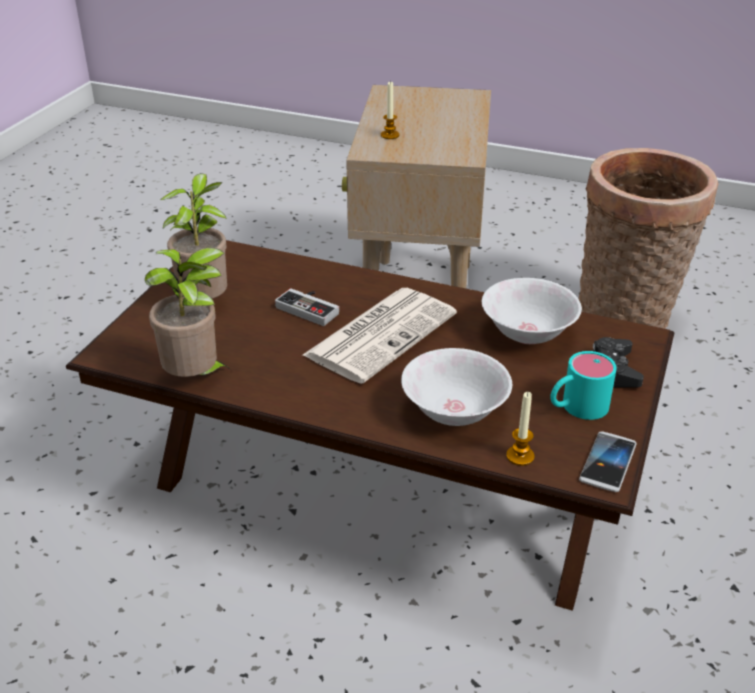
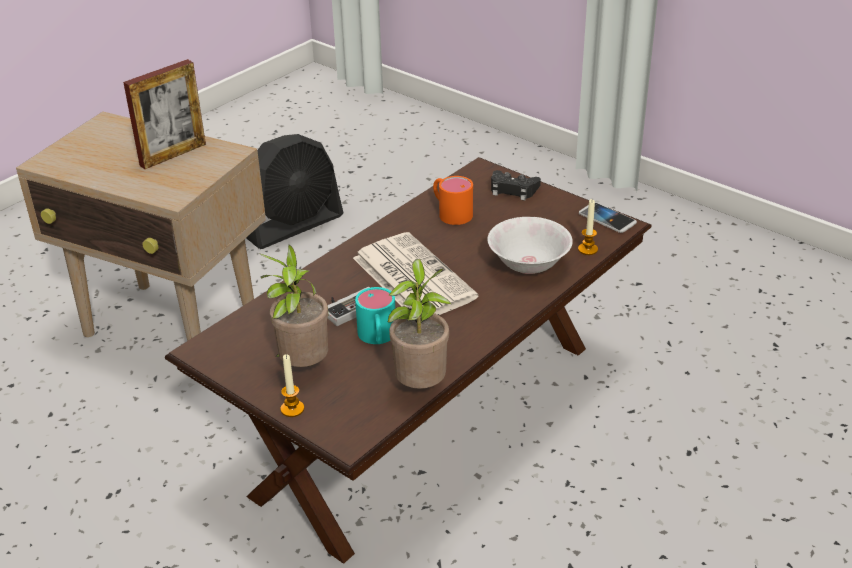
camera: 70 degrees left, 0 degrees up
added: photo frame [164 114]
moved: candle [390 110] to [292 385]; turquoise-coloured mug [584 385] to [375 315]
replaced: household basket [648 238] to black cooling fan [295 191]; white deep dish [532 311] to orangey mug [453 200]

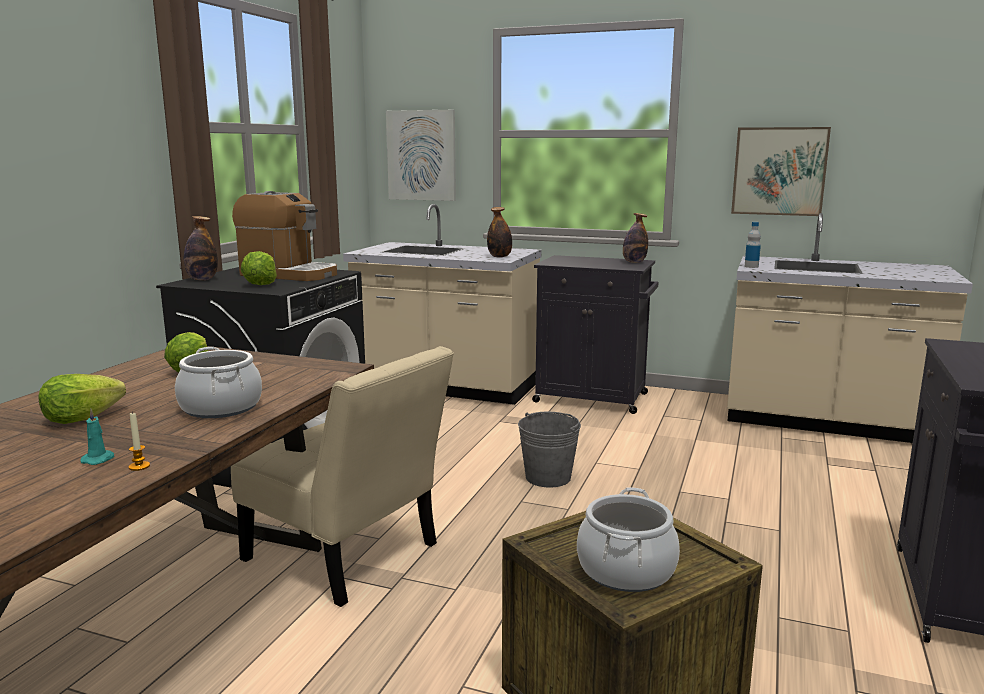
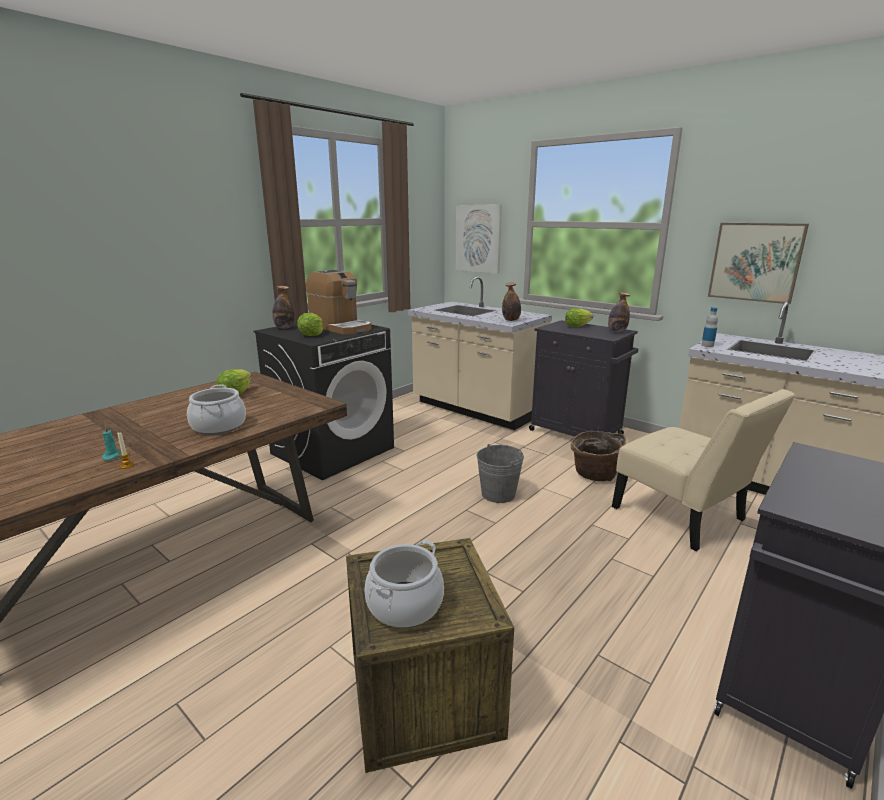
camera: 20 degrees right, 5 degrees up
added: household basket [598 456]
moved: beige upright chair [342 476] to [704 470]; lettuce [82 399] to [579 317]

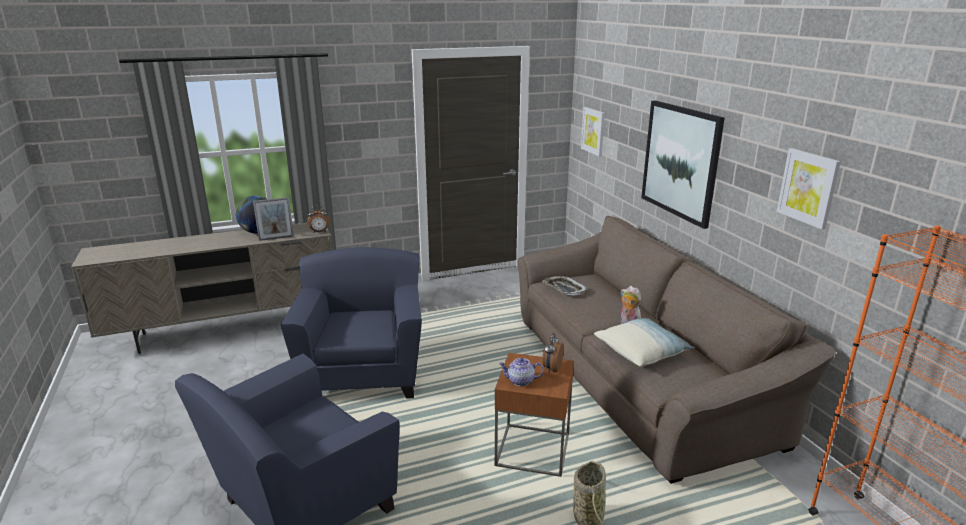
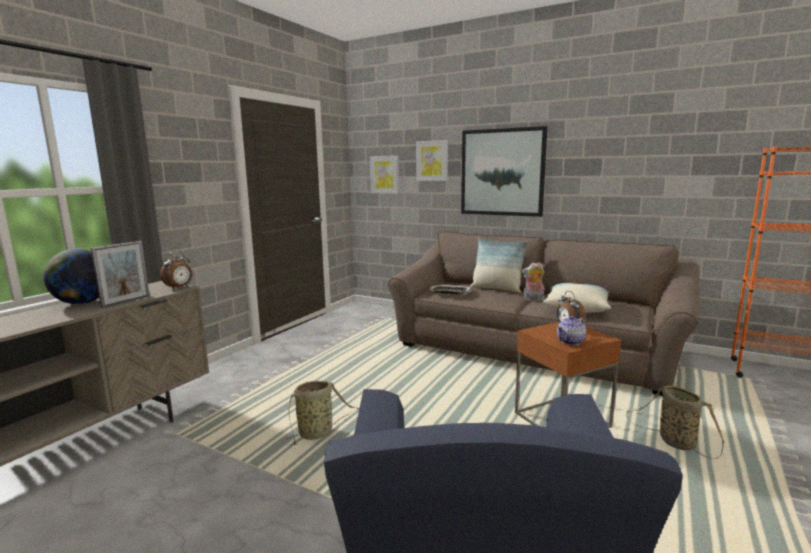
camera: 40 degrees left, 10 degrees down
added: pillow [498 265]
moved: picture [809 188] to [432 160]
replaced: blue-coloured lounge chair [351 323] to household basket [320 413]

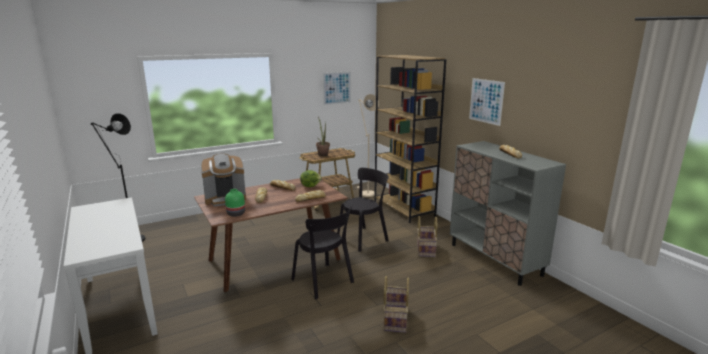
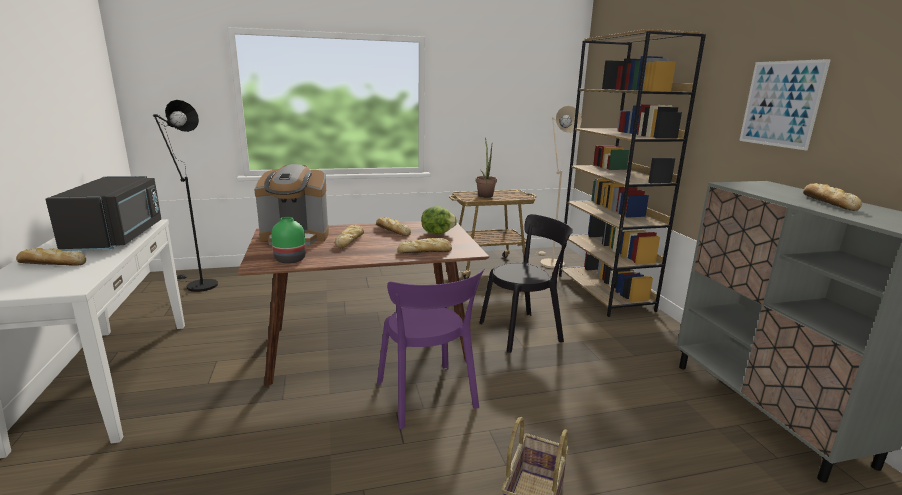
camera: 15 degrees right, 0 degrees up
removed: picture [337 88]; household basket [427 236]
added: black microwave oven [103 213]; baked bread [51 257]
recoloured: black upright chair [322 252] to purplish upright chair [431 348]

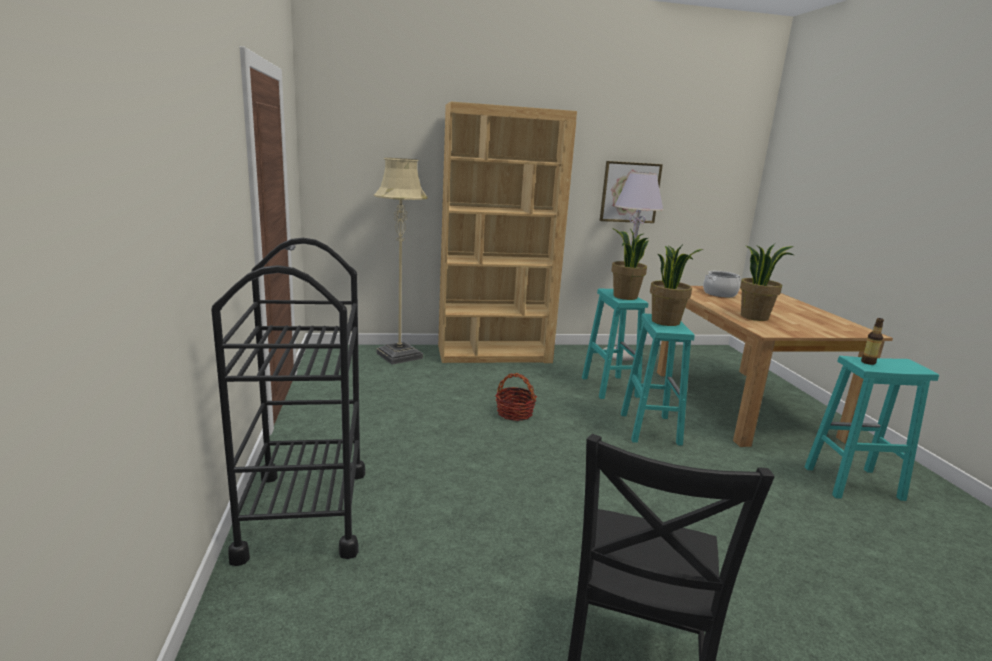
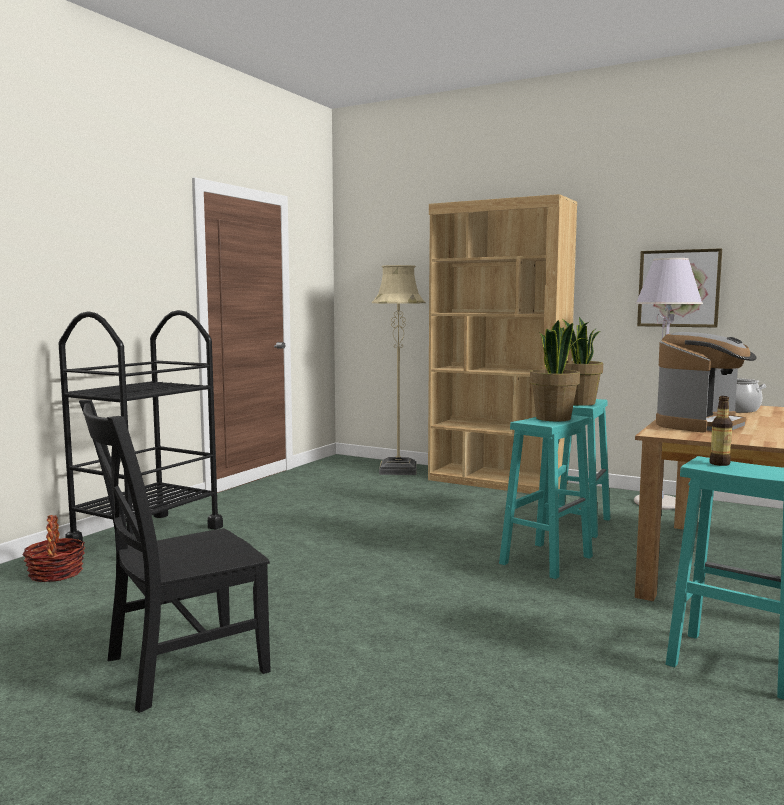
camera: 40 degrees right, 10 degrees down
moved: household basket [516 397] to [53 548]
replaced: potted plant [767 282] to coffee brewer [706 382]

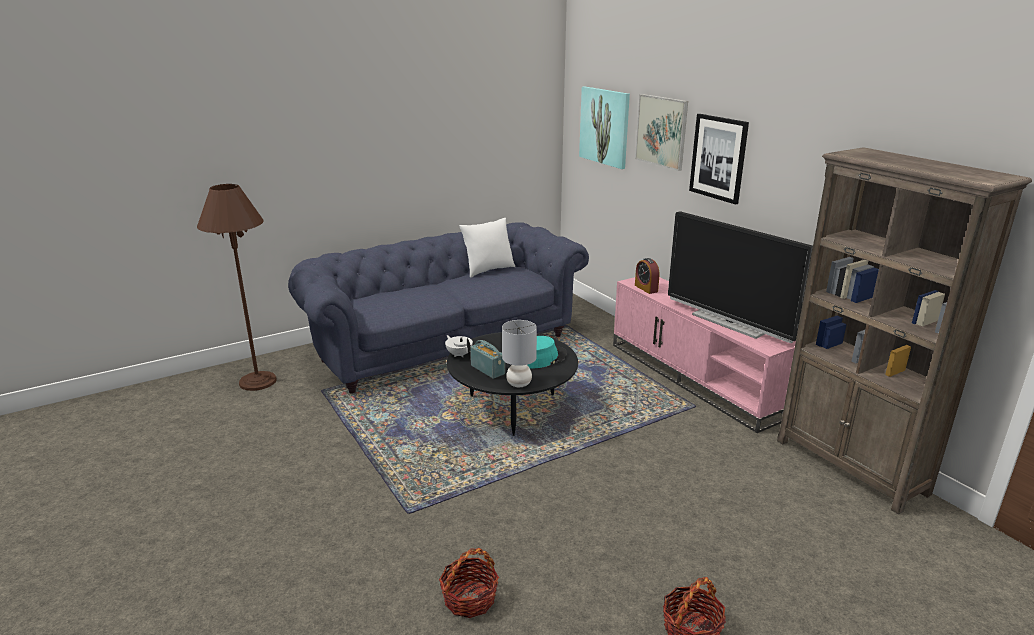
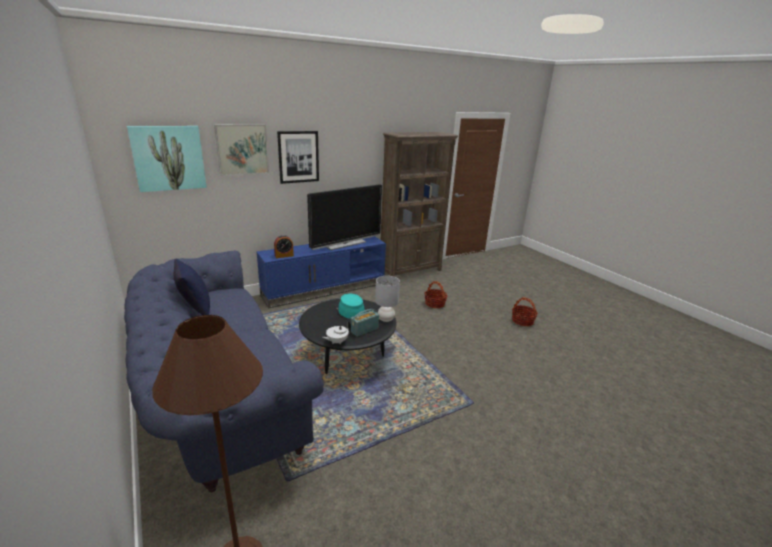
camera: 90 degrees left, 0 degrees up
moved: household basket [469 583] to [436 294]
recoloured: white pillow [487 248] to blue-coloured pillow [192 287]; pinkish tv unit [704 355] to blue-coloured tv unit [321 272]

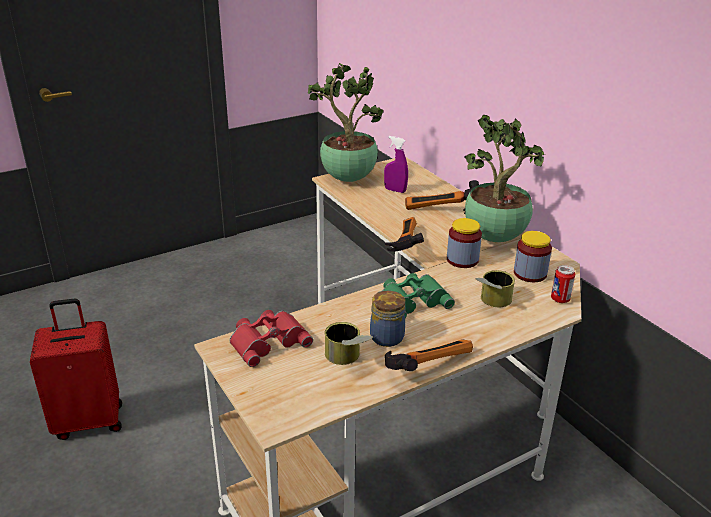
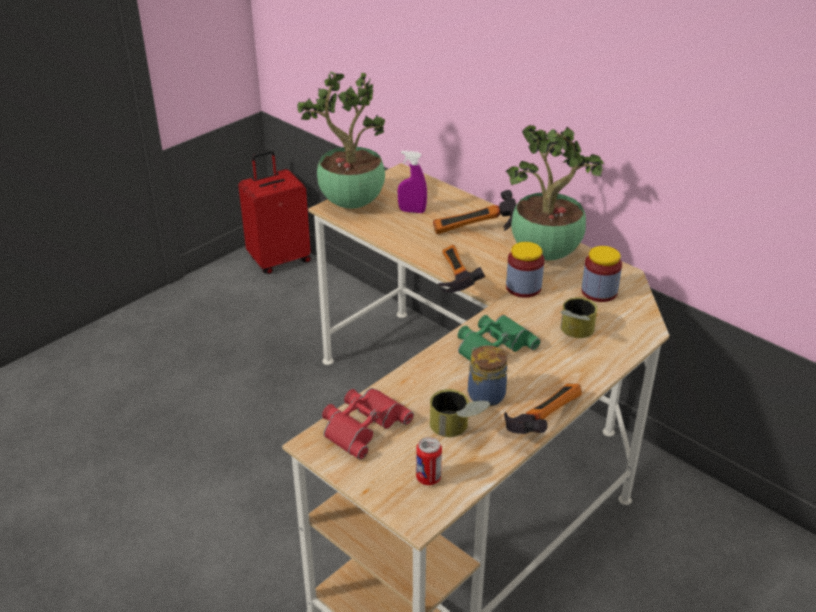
camera: 15 degrees left, 5 degrees up
moved: can [563 284] to [429 461]; red-coloured suitcase [76 369] to [274 212]

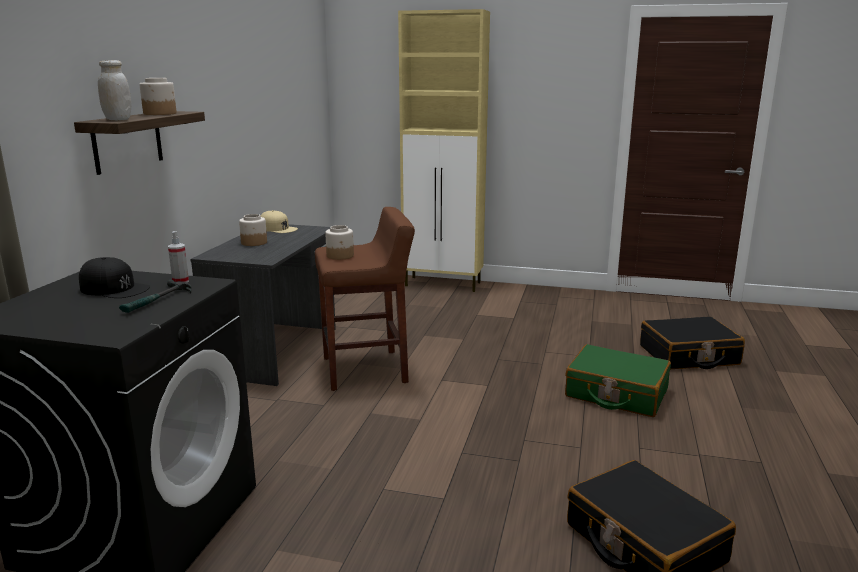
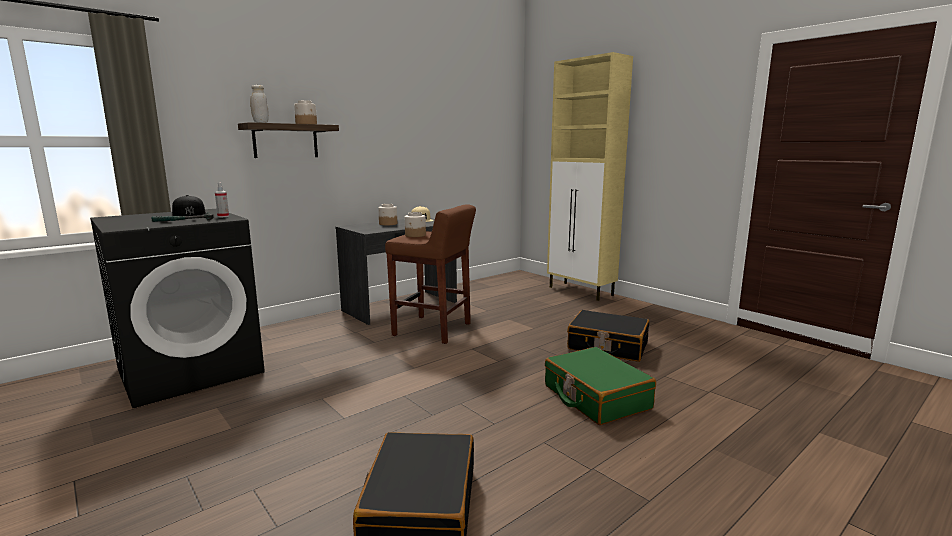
camera: 35 degrees right, 5 degrees down
moved: black suitcase [692 343] to [608 336]

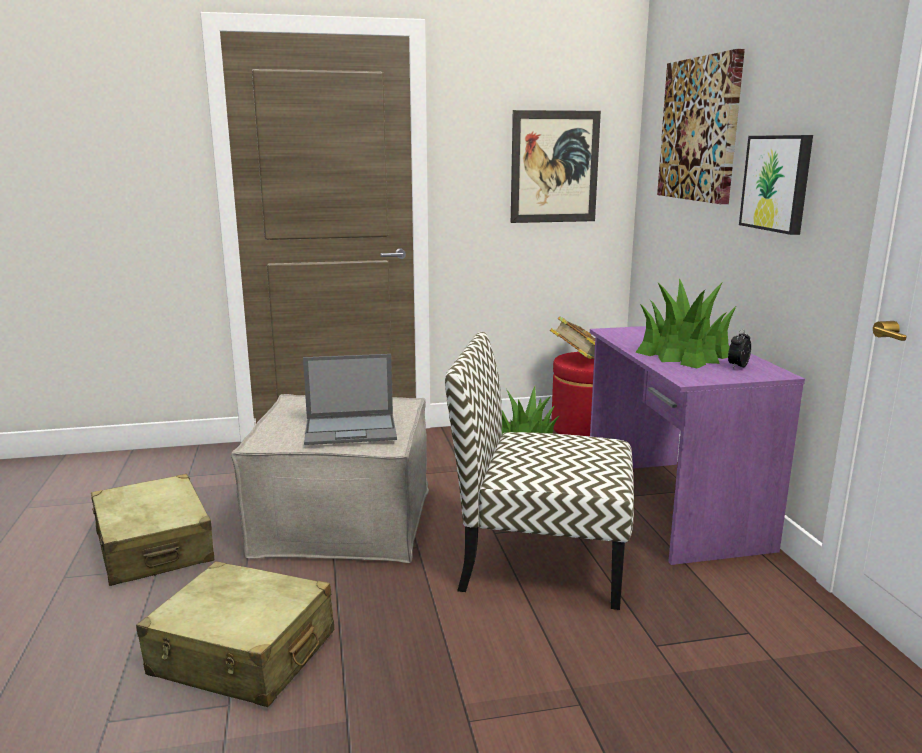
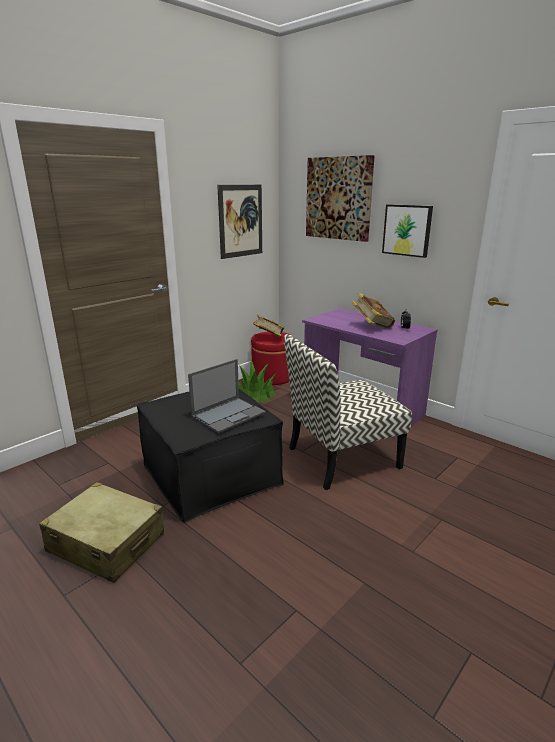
camera: 35 degrees left, 5 degrees up
removed: beige suitcase [235 634]
replaced: potted plant [686 323] to volume [373 310]
recoloured: beige footrest [330 478] to black footrest [210 455]

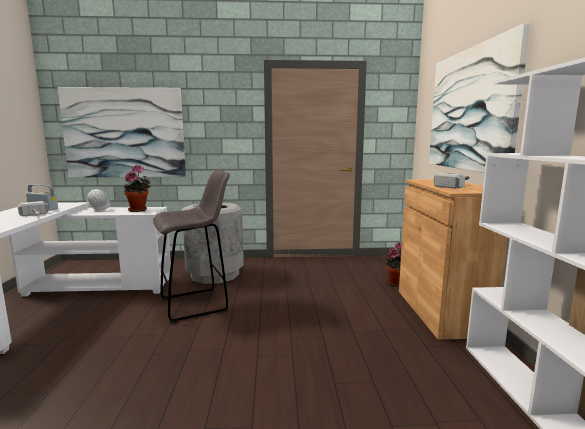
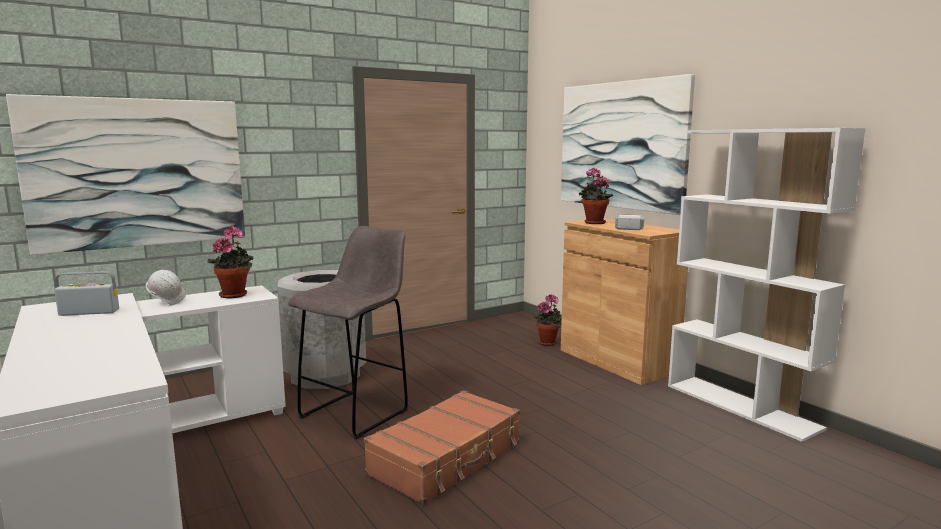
camera: 30 degrees left, 0 degrees up
removed: hand hammer [32 208]
added: potted plant [596 196]; brownish suitcase [442 447]

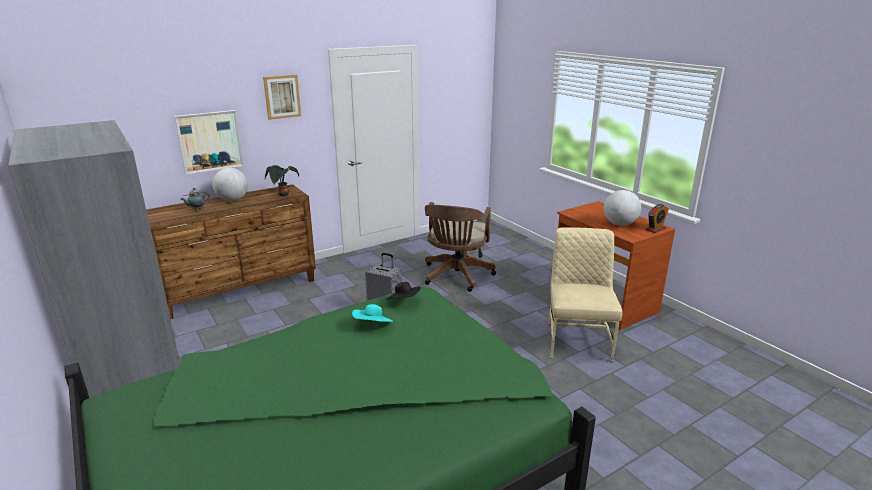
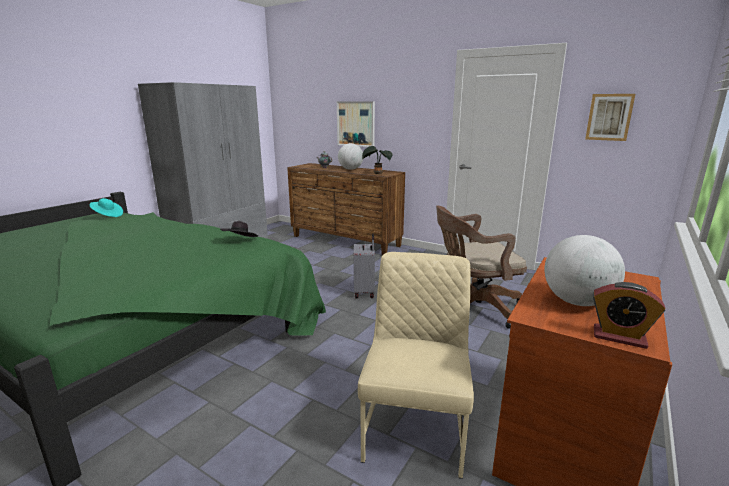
camera: 65 degrees right, 5 degrees down
moved: picture [282 97] to [610 117]; turquoise-coloured wearable hat [372 313] to [106 207]
turned: beige upright chair [585 294] = [416 365] 60 degrees counterclockwise

